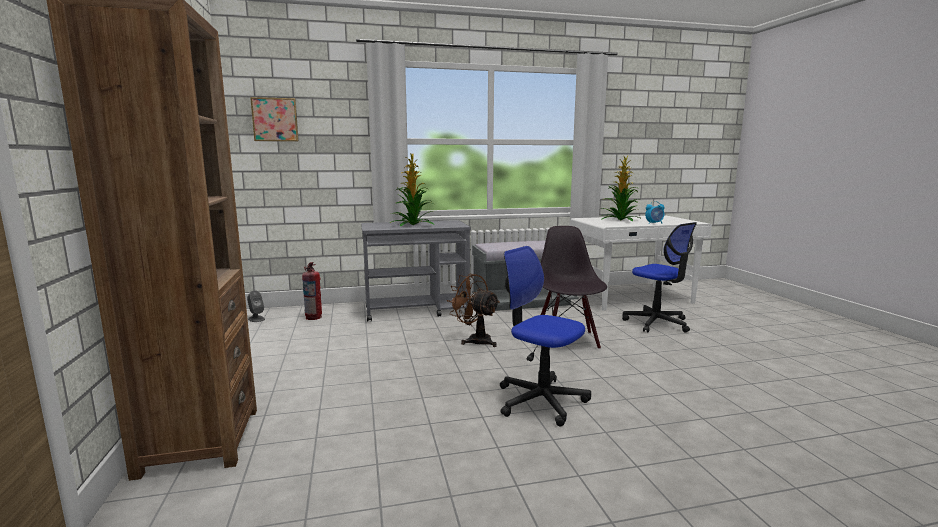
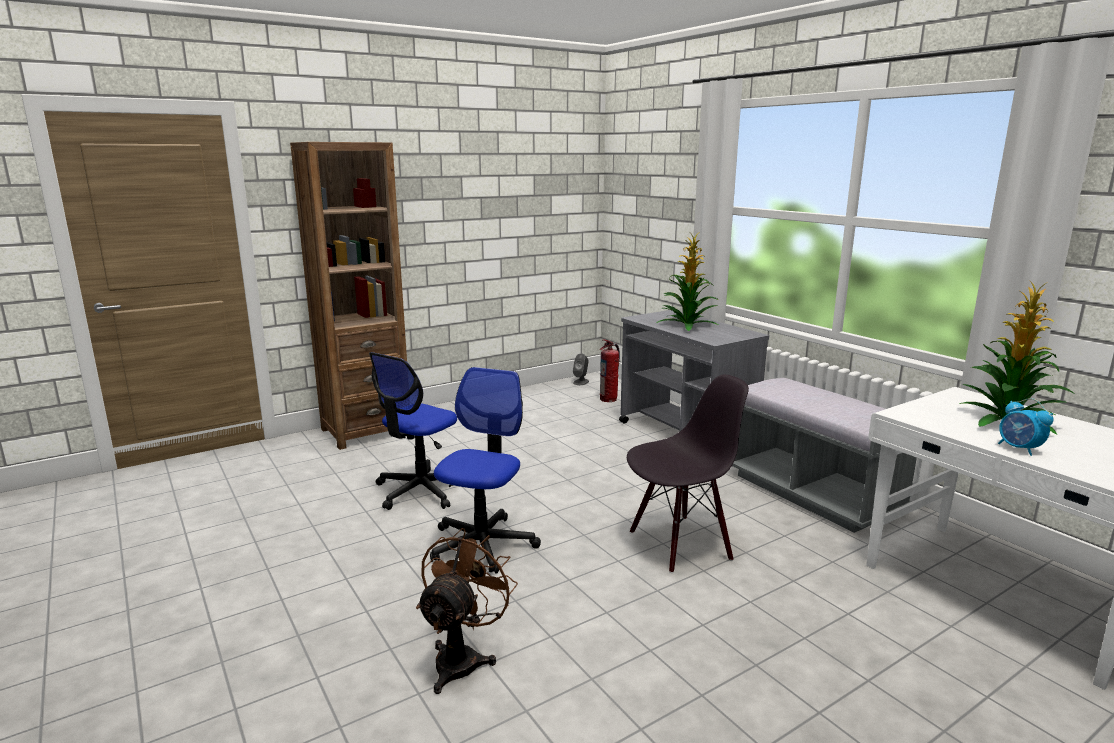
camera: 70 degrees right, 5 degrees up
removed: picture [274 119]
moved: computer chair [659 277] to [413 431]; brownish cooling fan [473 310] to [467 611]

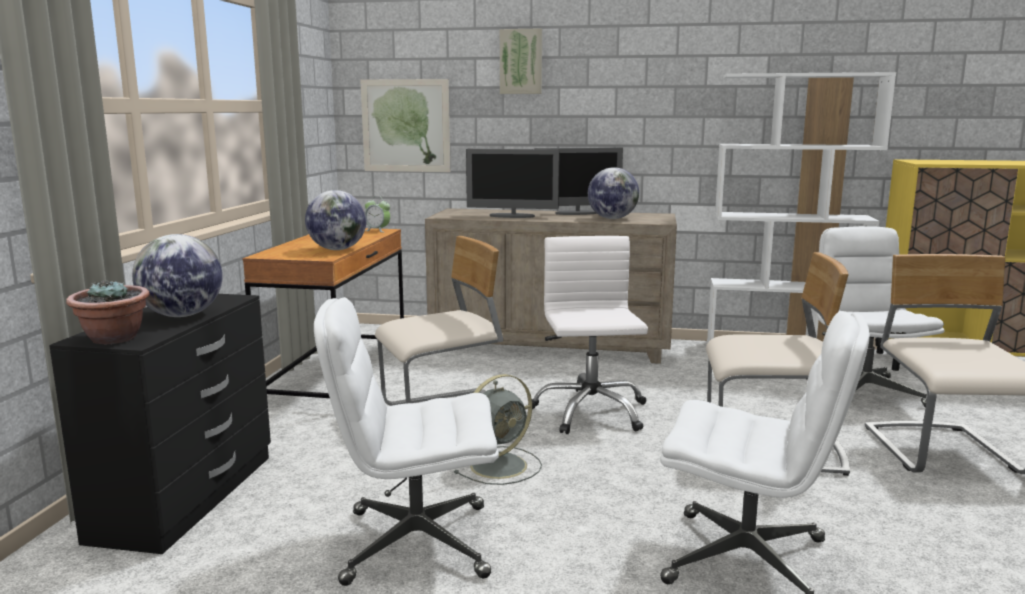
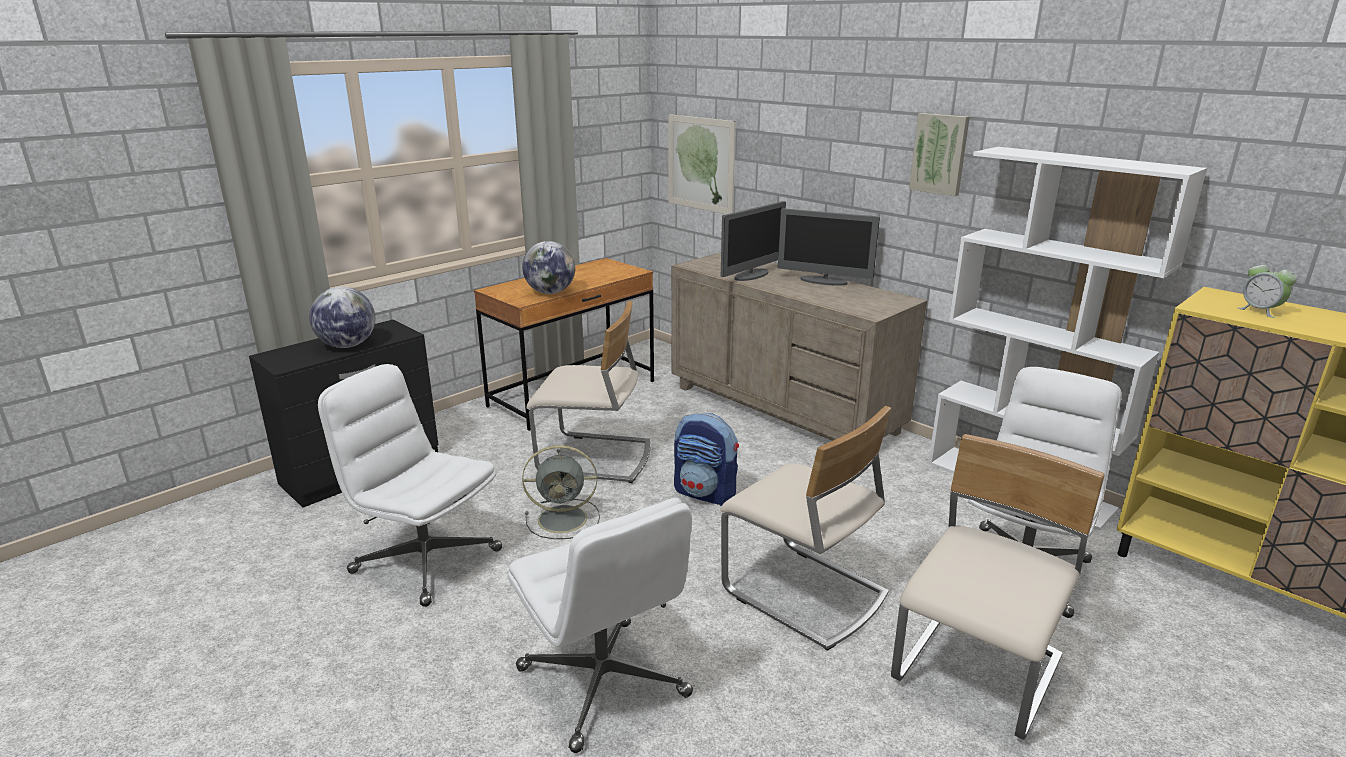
camera: 35 degrees right, 10 degrees up
removed: desk globe [613 193]; potted plant [108 312]
moved: picture [521 61] to [939 154]; bedside clock [377 214] to [1267 289]
replaced: white computer chair [590 335] to rucksack [706 459]
turned: computer display [513 183] = [753 241] 90 degrees counterclockwise

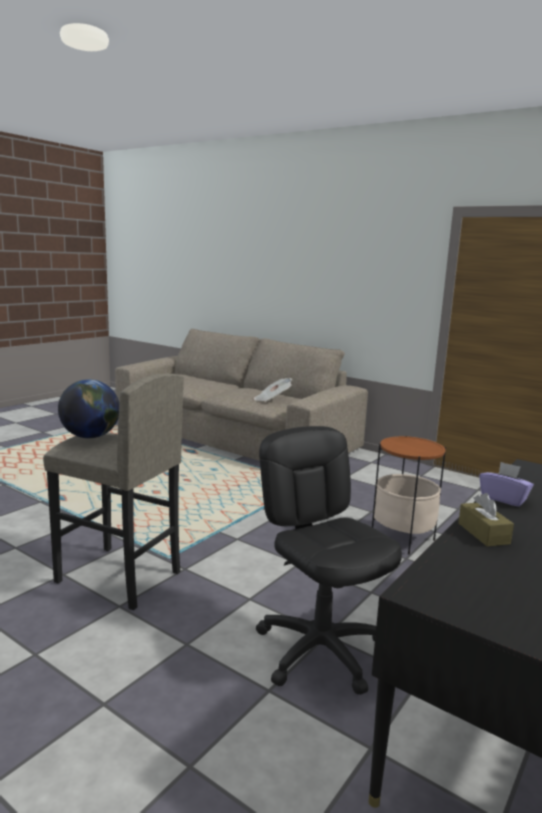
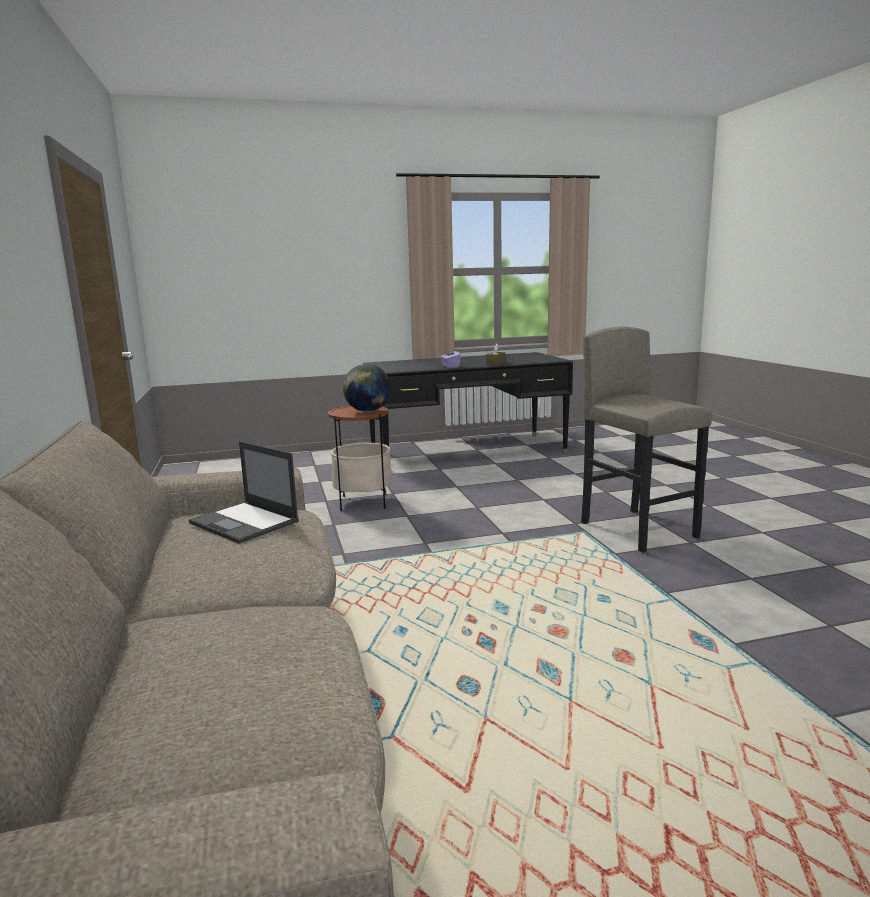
camera: 140 degrees left, 0 degrees up
removed: black computer chair [329 560]
moved: desk globe [88 408] to [367 388]
replaced: newspaper [273 390] to laptop [244 492]

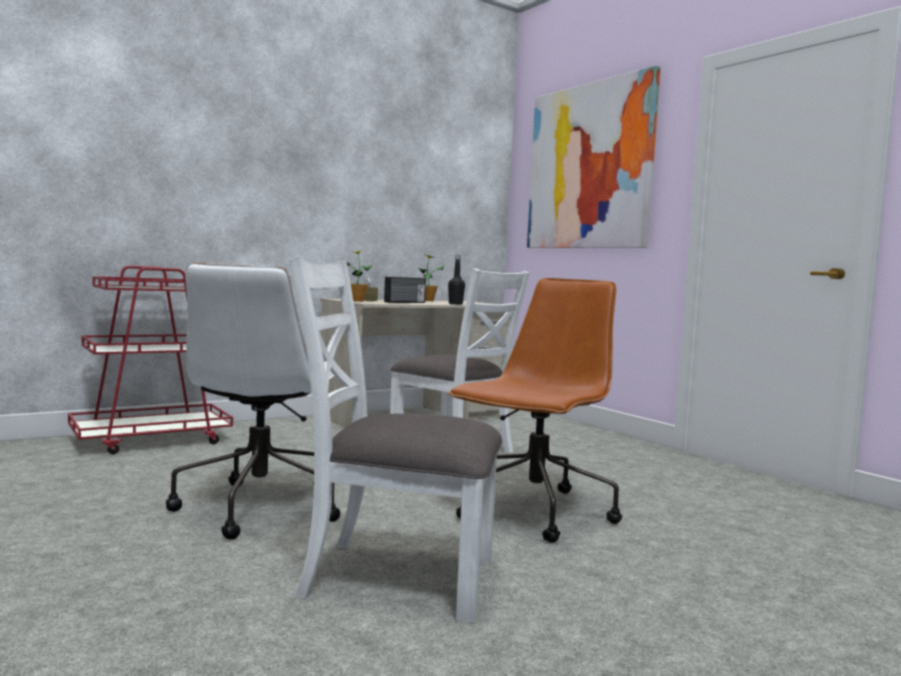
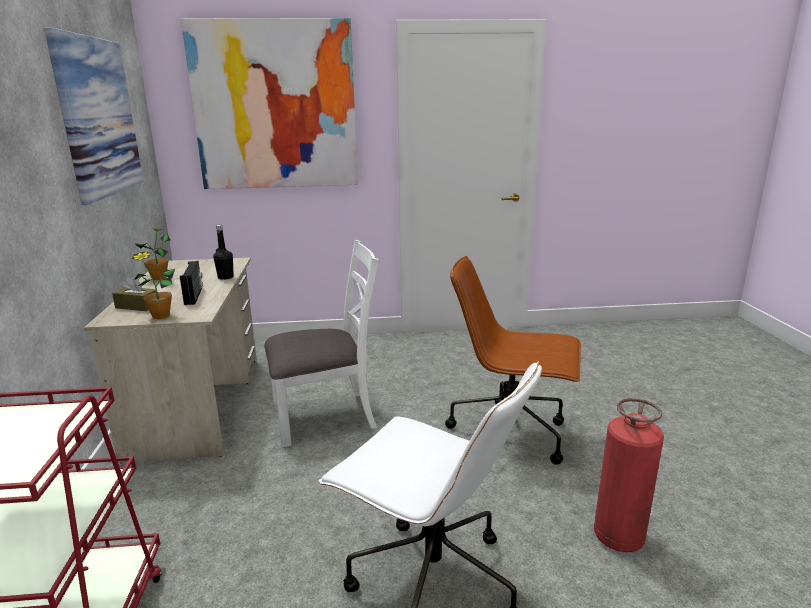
camera: 60 degrees left, 15 degrees up
added: picture [93 116]
replaced: white upright chair [395 439] to fire-fighting cylinder [629 475]
turned: brownish computer chair [535 410] = [513 360] 45 degrees counterclockwise

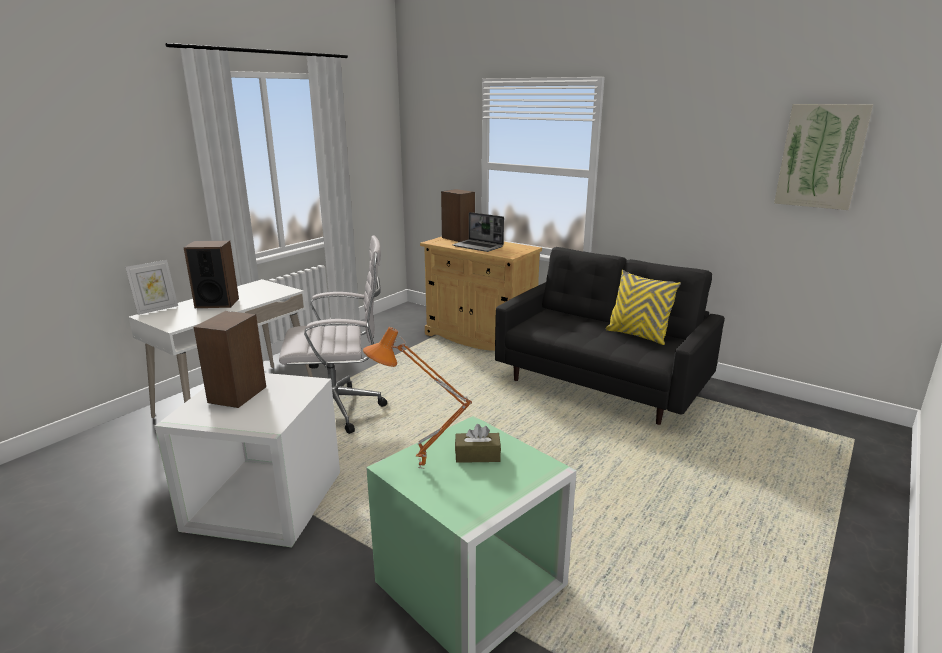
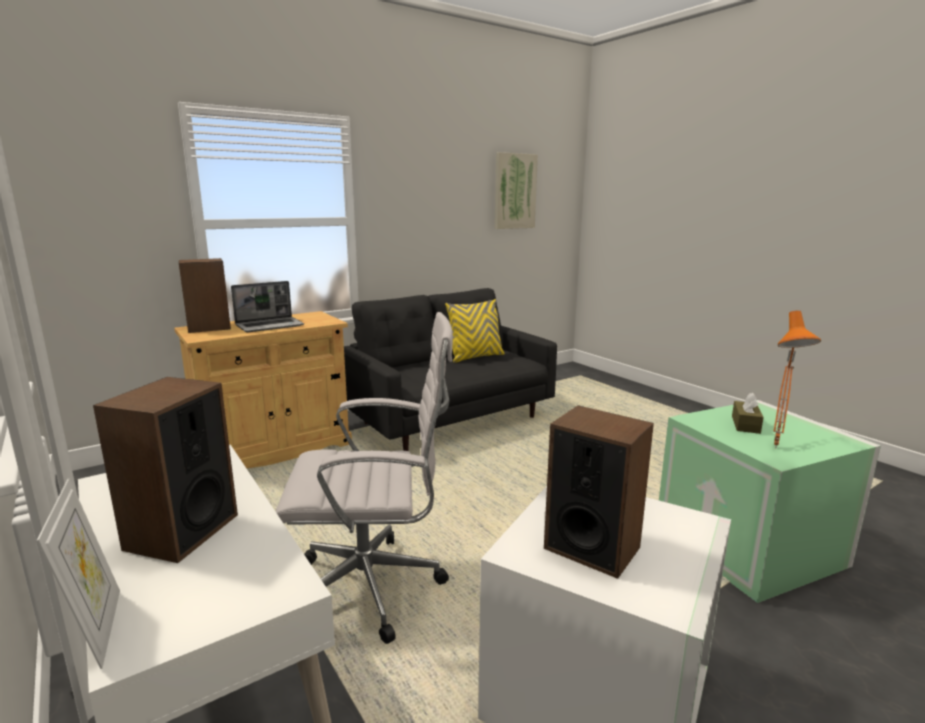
camera: 70 degrees left, 5 degrees down
turned: white computer chair [333 334] = [364 478] 75 degrees clockwise

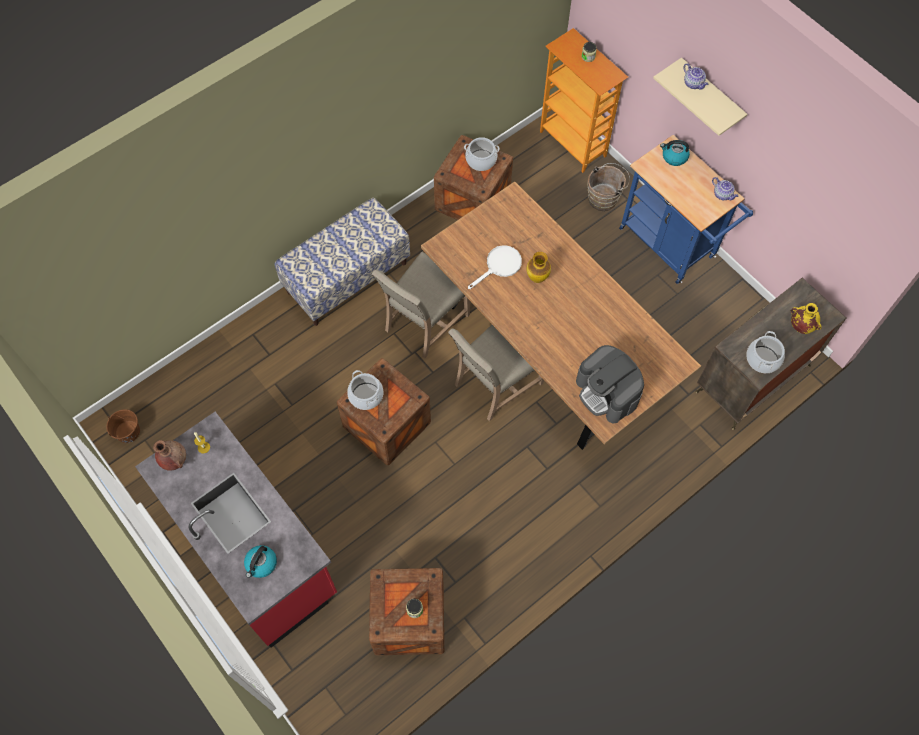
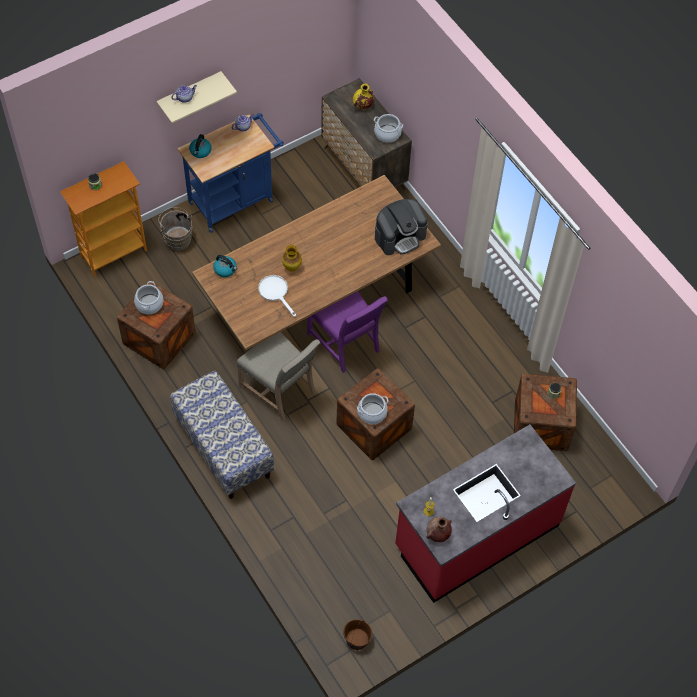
camera: 85 degrees left, 5 degrees down
moved: tea kettle [260 561] to [225 266]
recoloured: beige upright chair [496 373] to purplish upright chair [347 332]

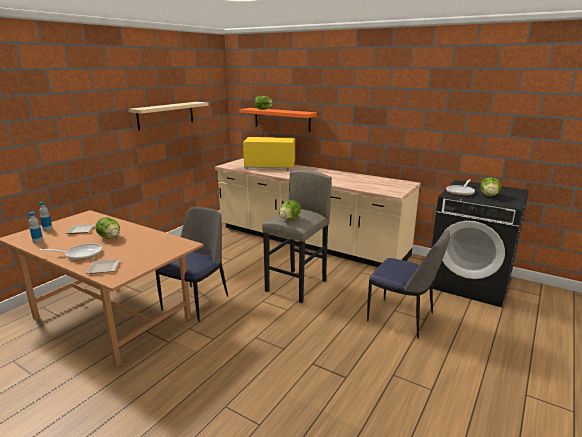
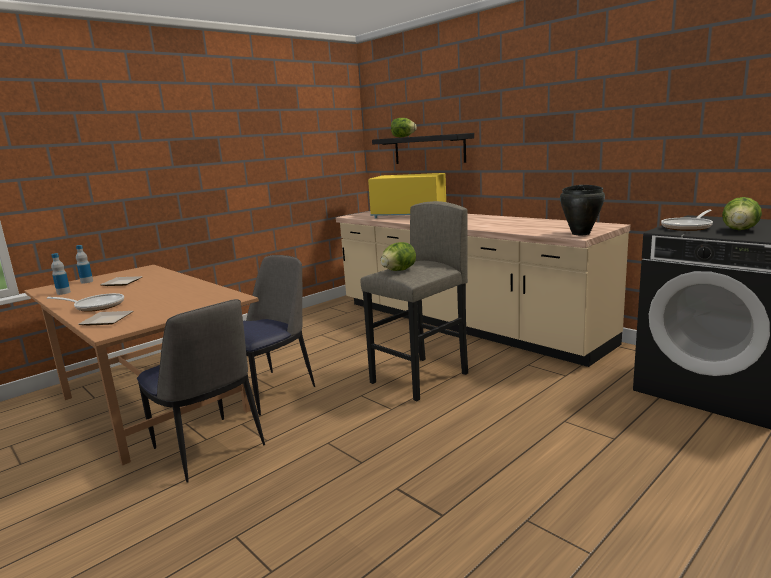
camera: 15 degrees right, 5 degrees down
removed: beige wall shelf [169 116]; lettuce [108 228]
added: black cooking pot [582 210]
moved: upright chair [408 284] to [201 390]
recoloured: orangey wall shelf [278 120] to black wall shelf [423 148]

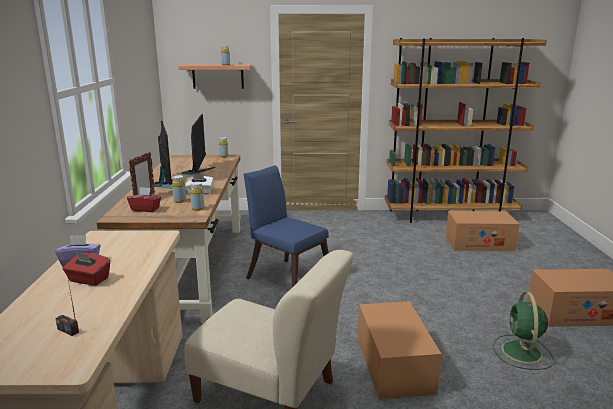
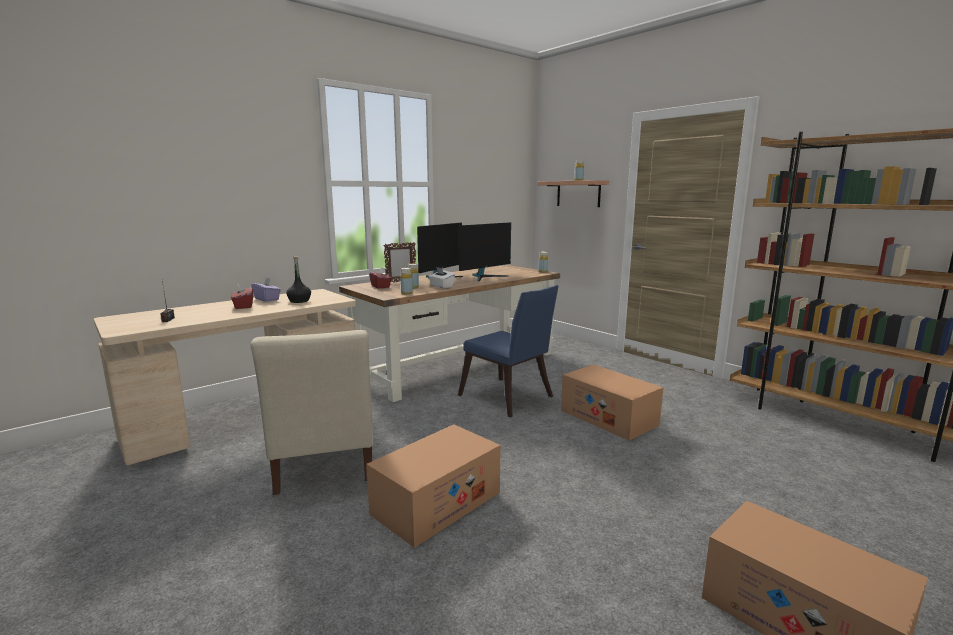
camera: 50 degrees right, 5 degrees down
removed: green-coloured cooling fan [523 331]
added: black drink bottle [298 279]
moved: packing box [483 231] to [612 403]
turned: blue-coloured upright chair [286 226] = [508 351] 135 degrees clockwise

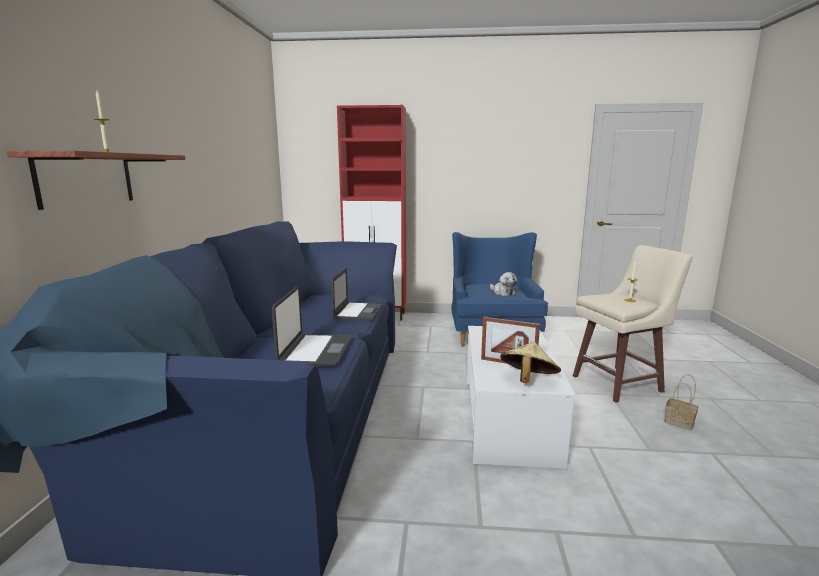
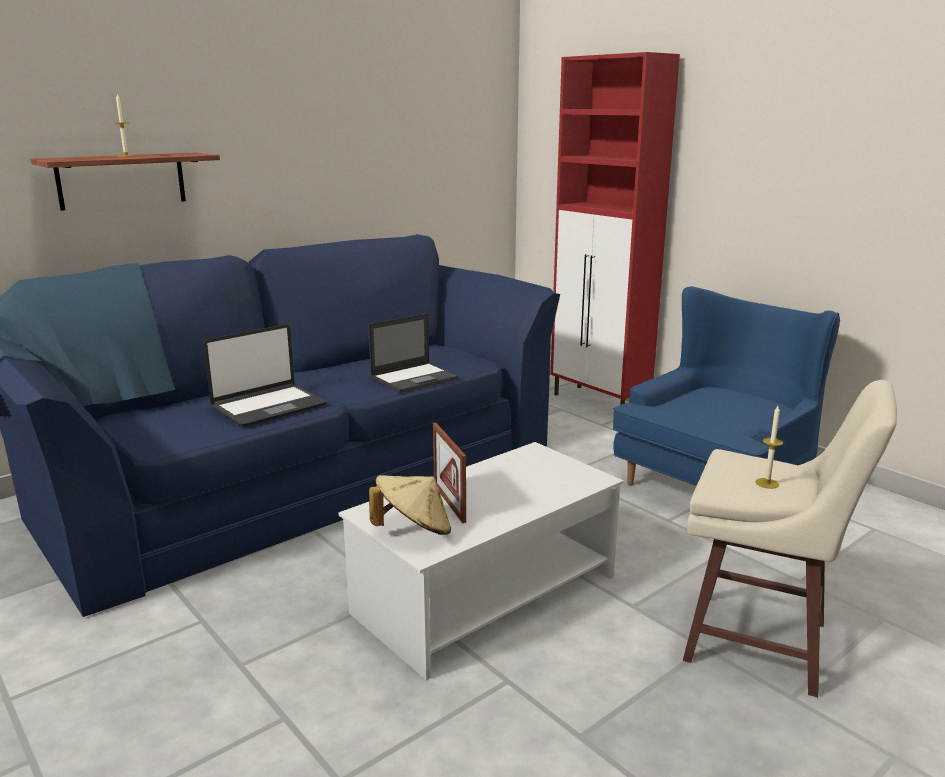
camera: 45 degrees right, 5 degrees up
removed: plush toy [503 284]; household basket [681 402]

